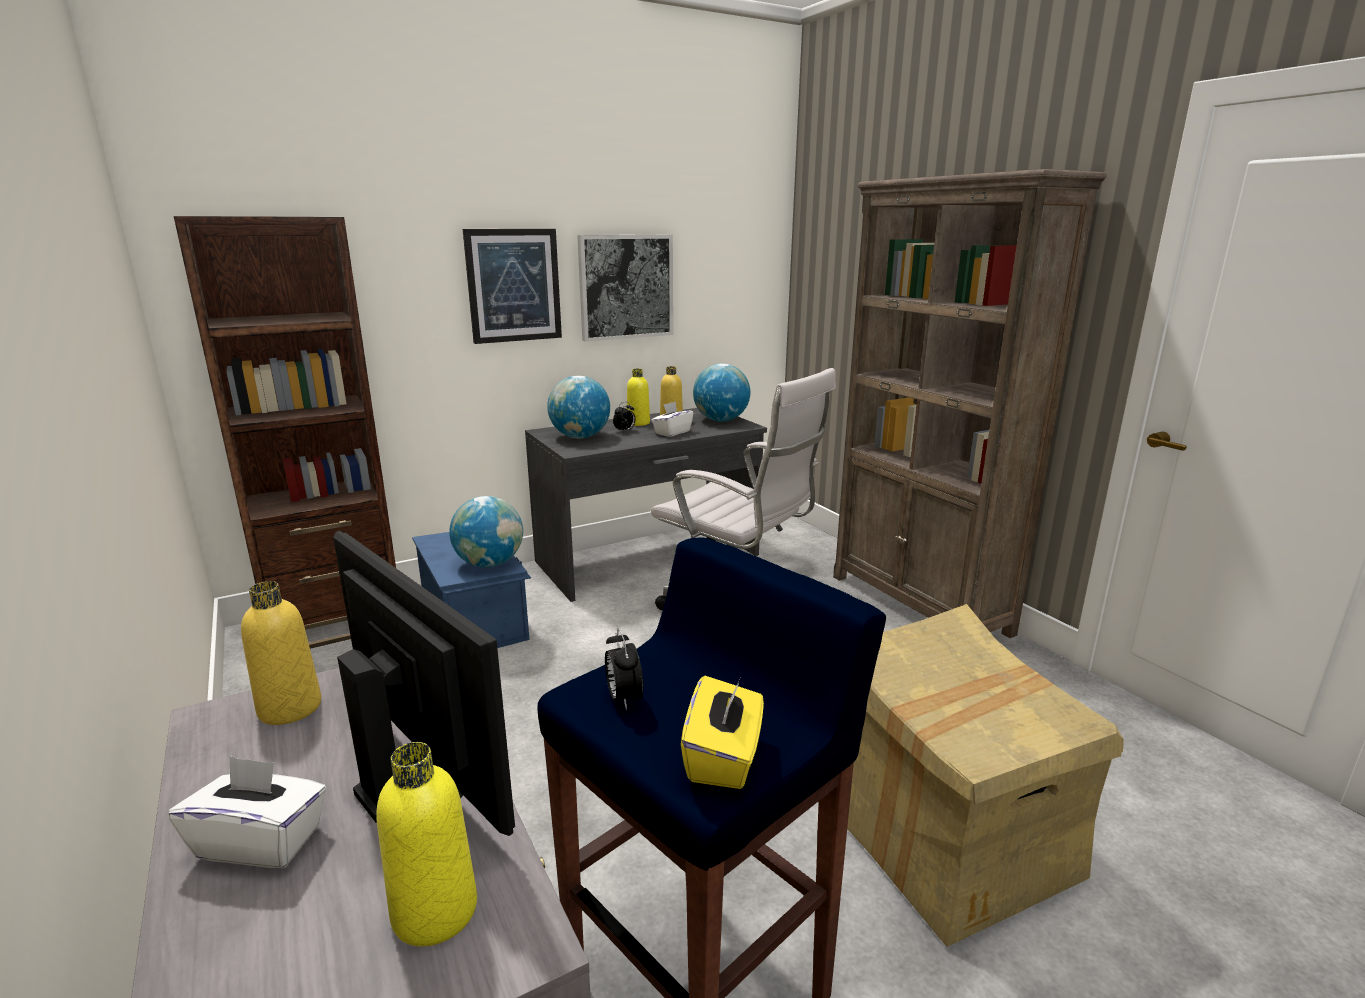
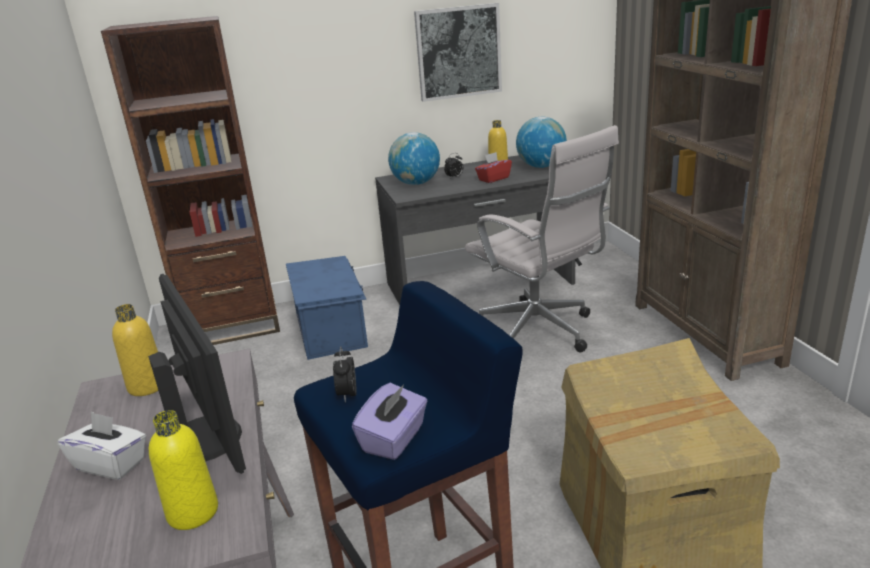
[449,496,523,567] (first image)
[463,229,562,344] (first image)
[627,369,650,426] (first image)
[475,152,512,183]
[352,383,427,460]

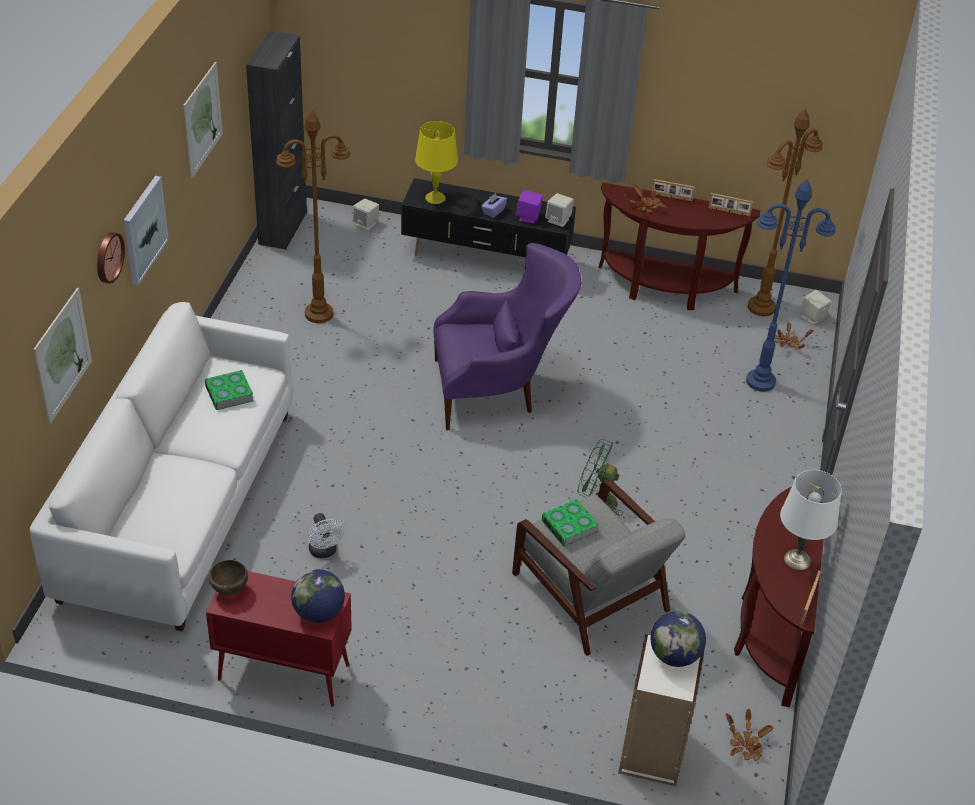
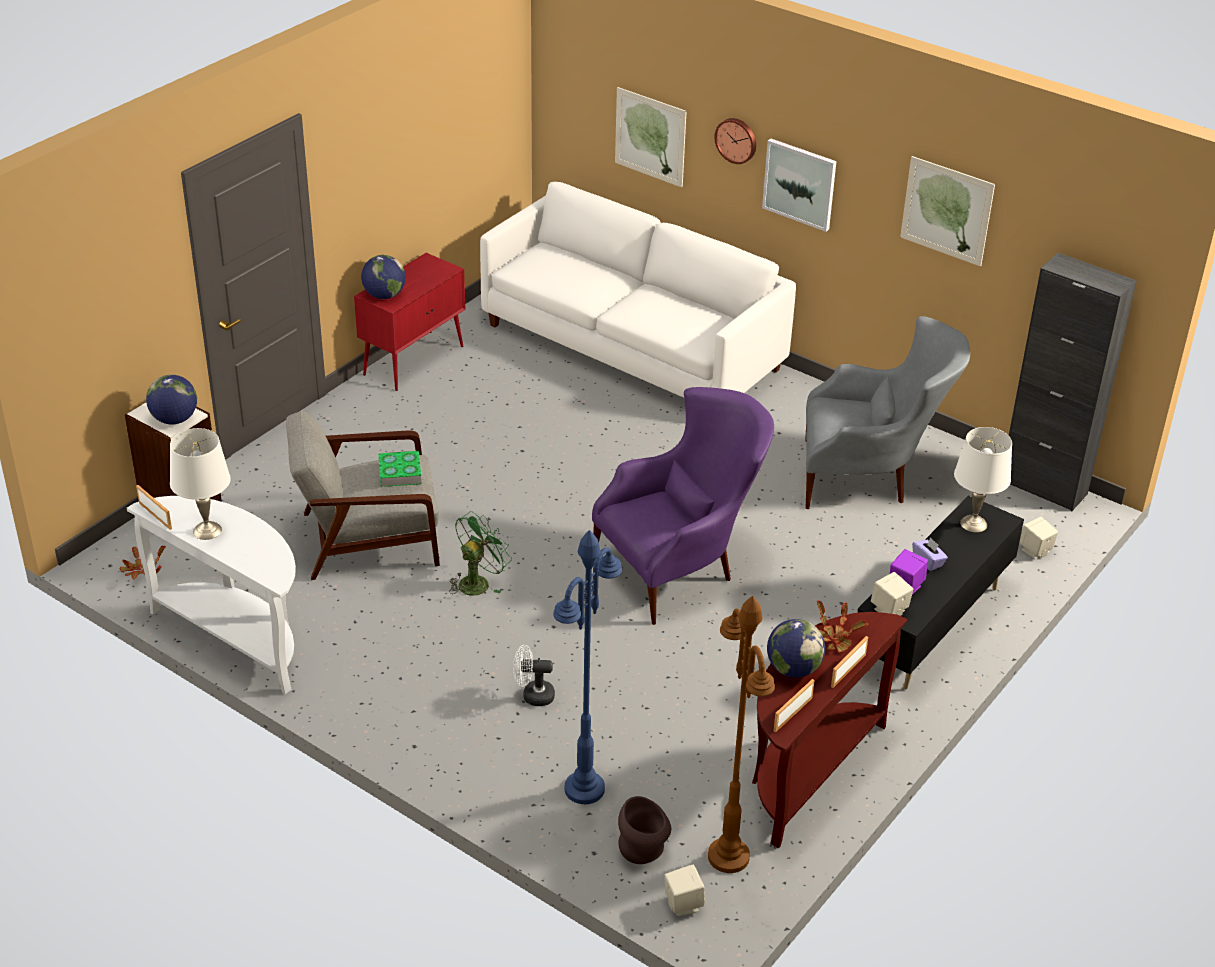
[205,370,254,410] (first image)
[209,560,248,595] (first image)
[805,316,970,509]
[513,645,555,706]
[954,427,1012,532]
[592,387,774,625]
[127,496,296,694]
[618,796,671,864]
[767,619,825,678]

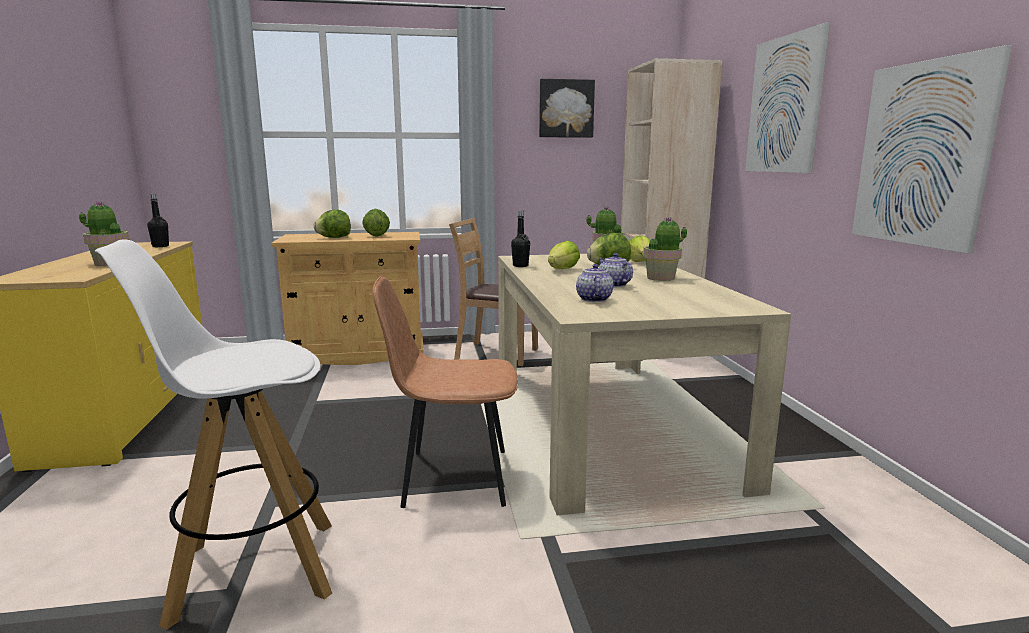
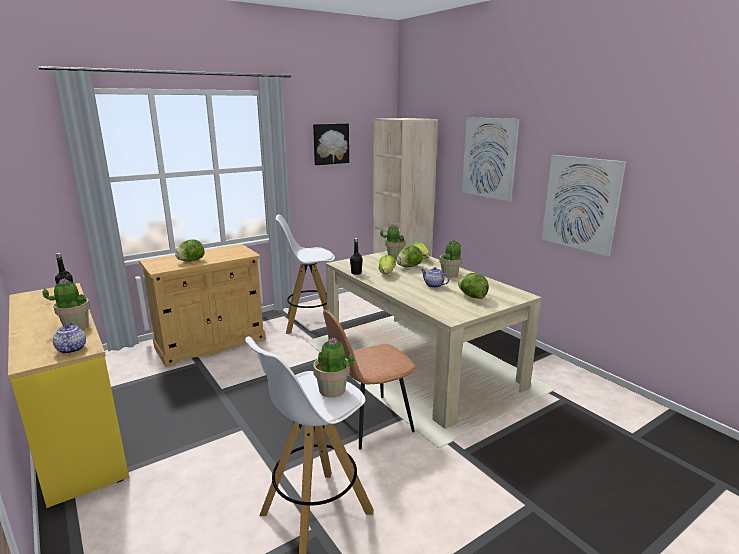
[458,273,489,299]
[275,215,335,334]
[53,322,86,354]
[313,337,354,398]

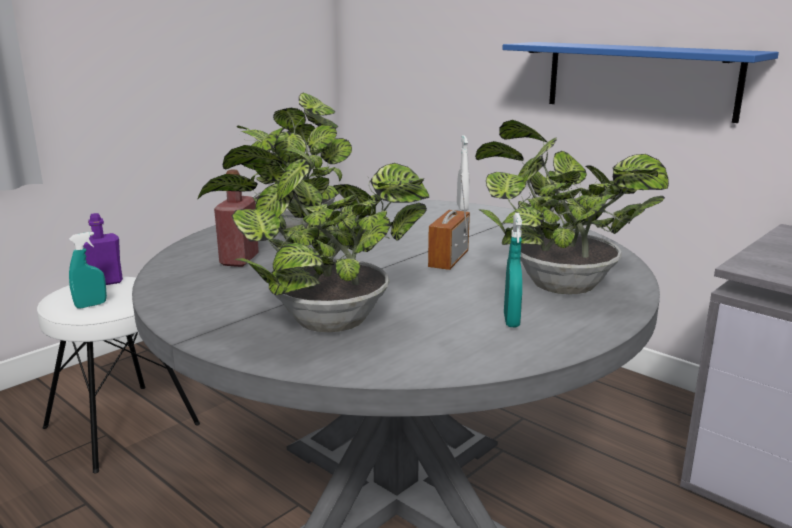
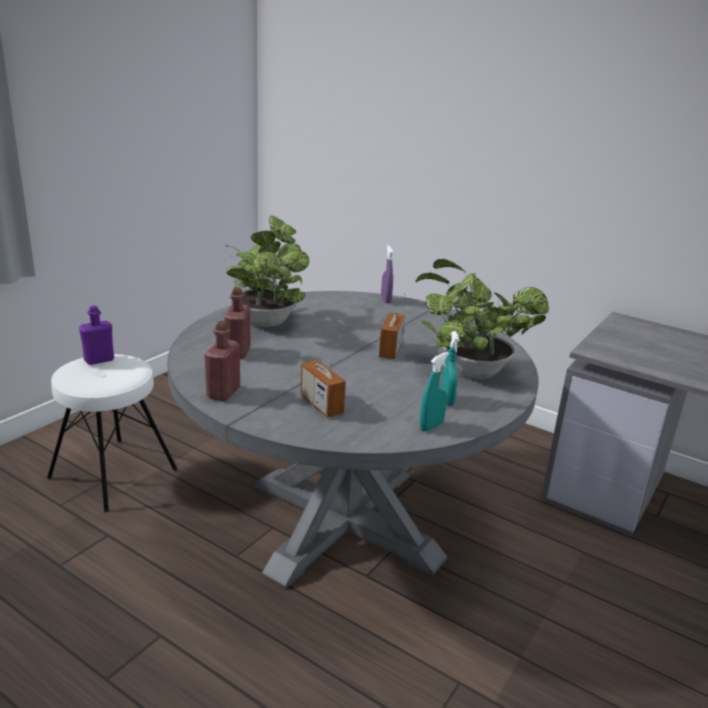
[419,352,449,431]
[301,335,346,417]
[381,245,393,303]
[502,42,779,123] (first image)
[204,321,240,401]

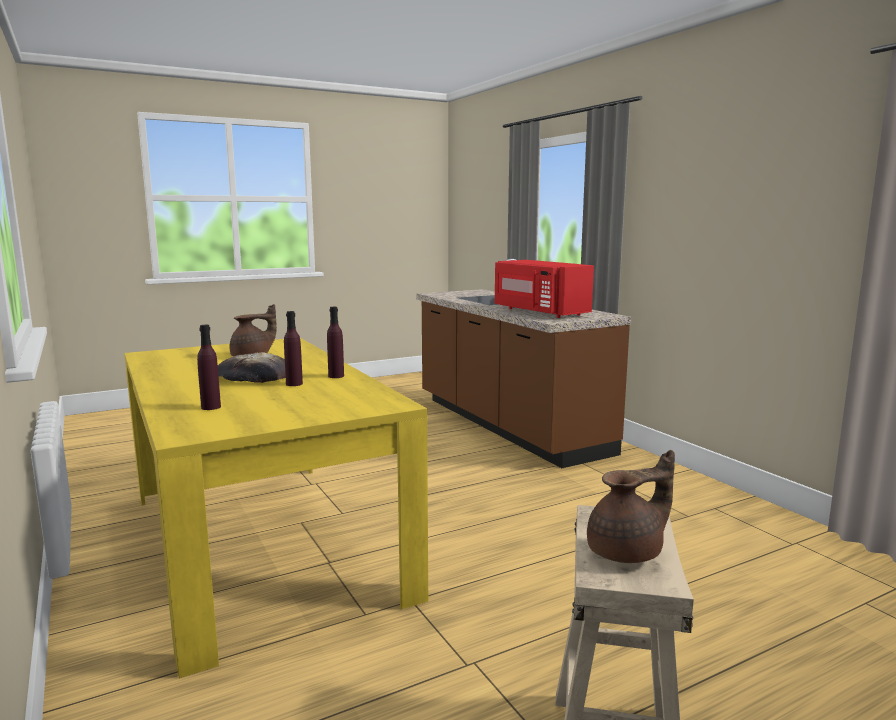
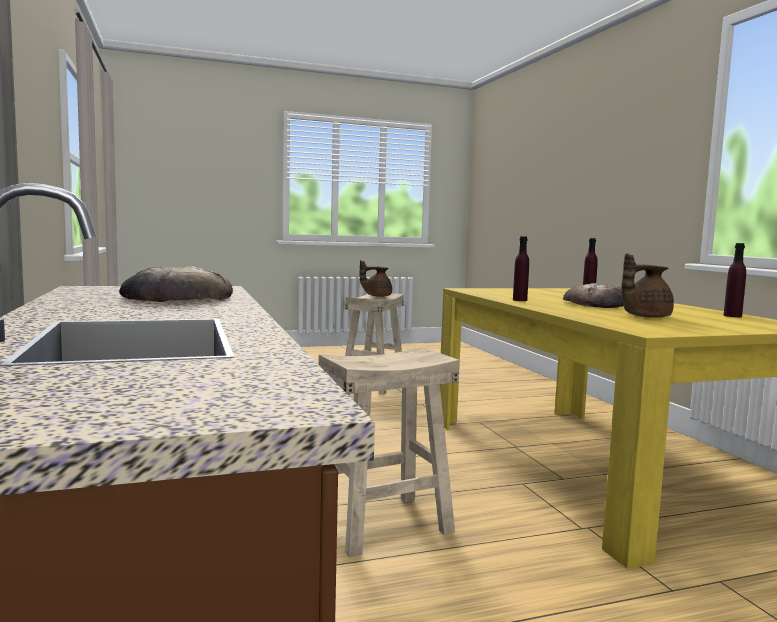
[724,243,746,317]
[119,265,233,302]
[318,347,459,557]

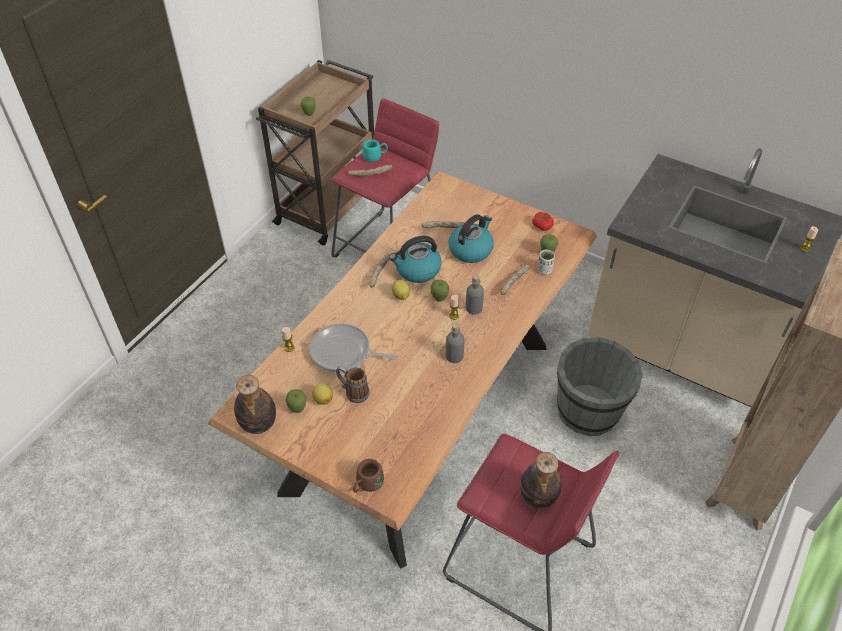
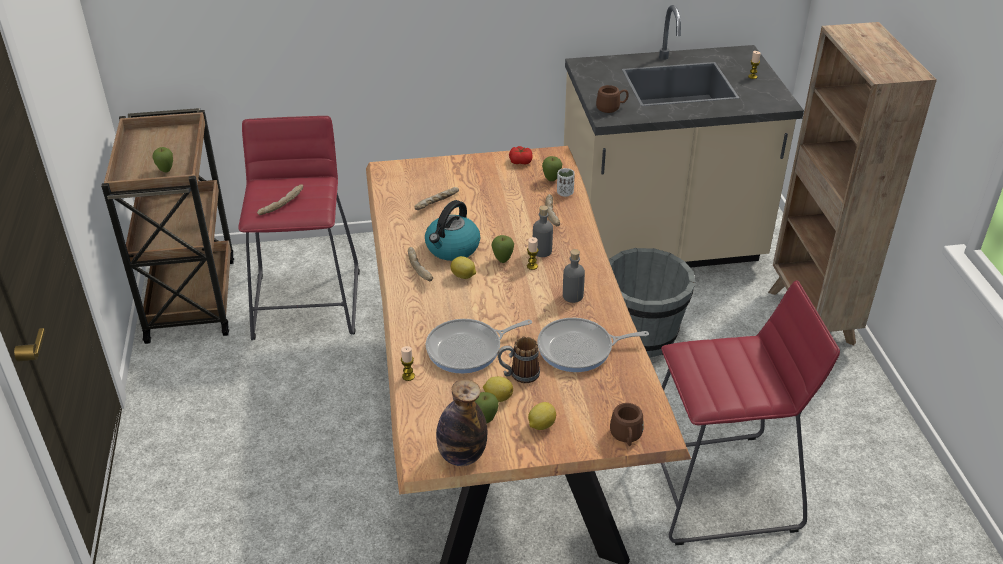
[363,139,388,162] (first image)
[449,214,494,263] (first image)
[520,452,562,509] (first image)
[528,402,556,430]
[537,318,649,372]
[596,85,629,113]

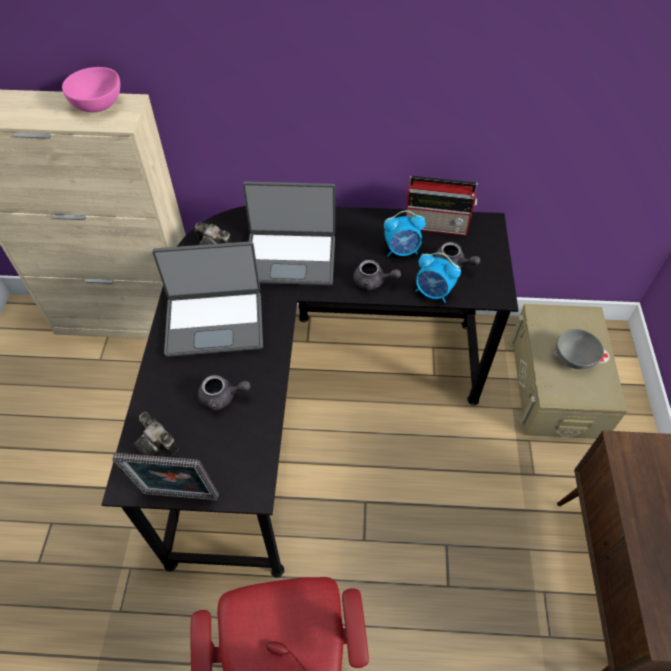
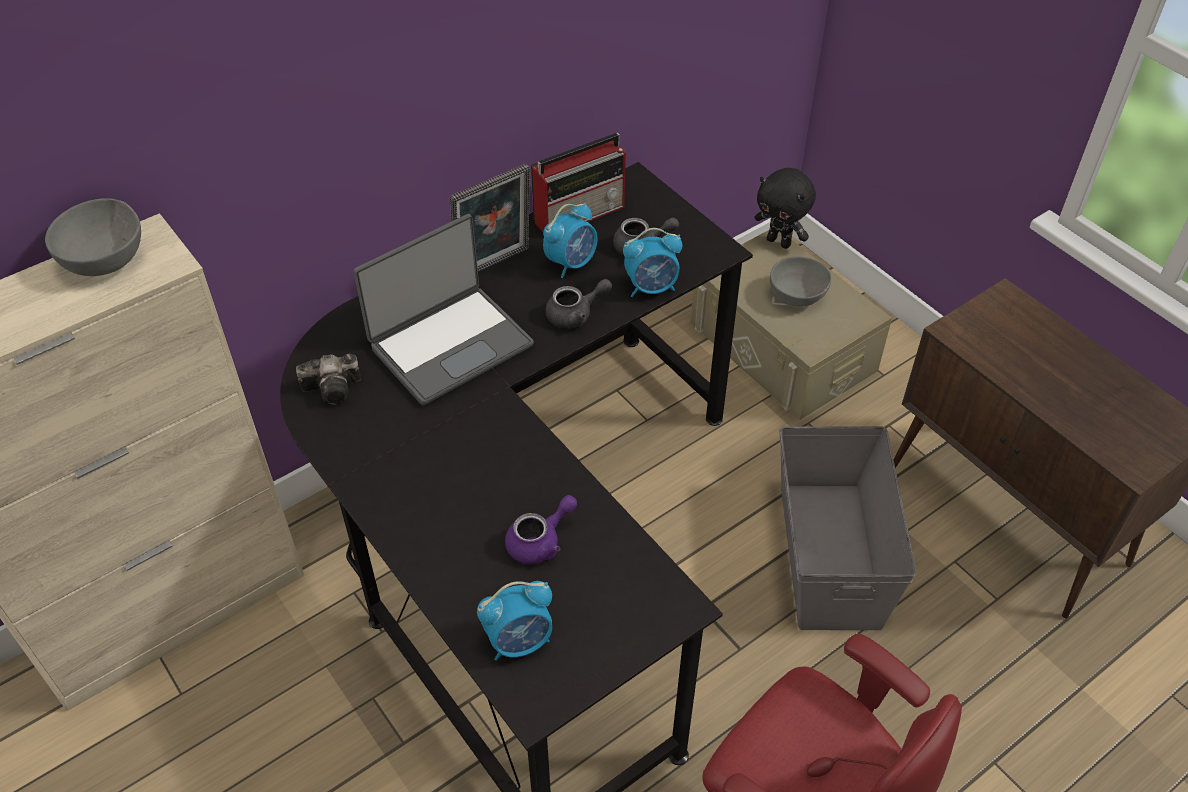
[45,198,141,276]
[450,164,530,272]
[477,581,552,661]
[152,241,263,357] (first image)
[505,495,577,564]
[754,168,816,249]
[779,426,916,630]

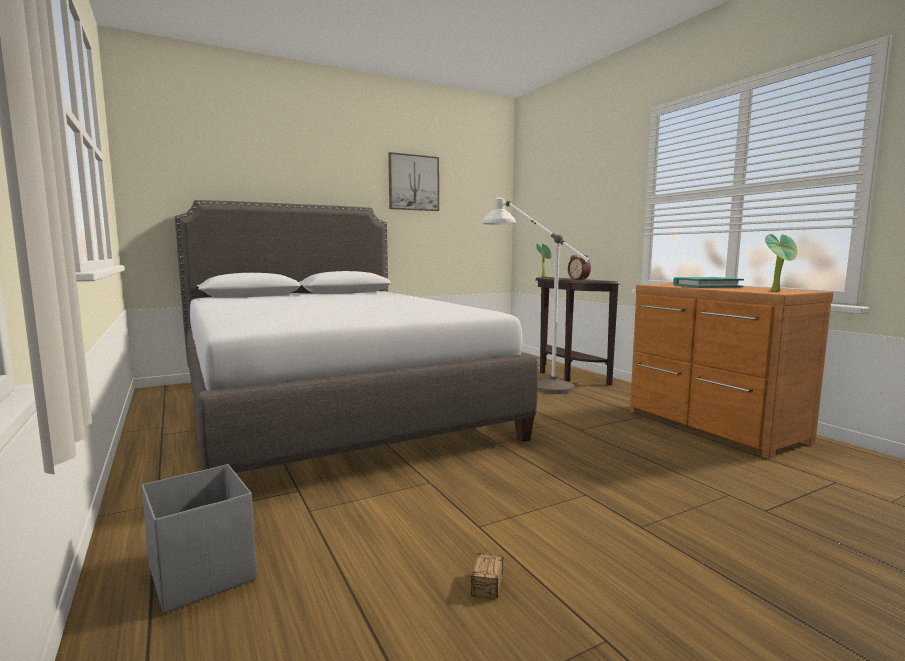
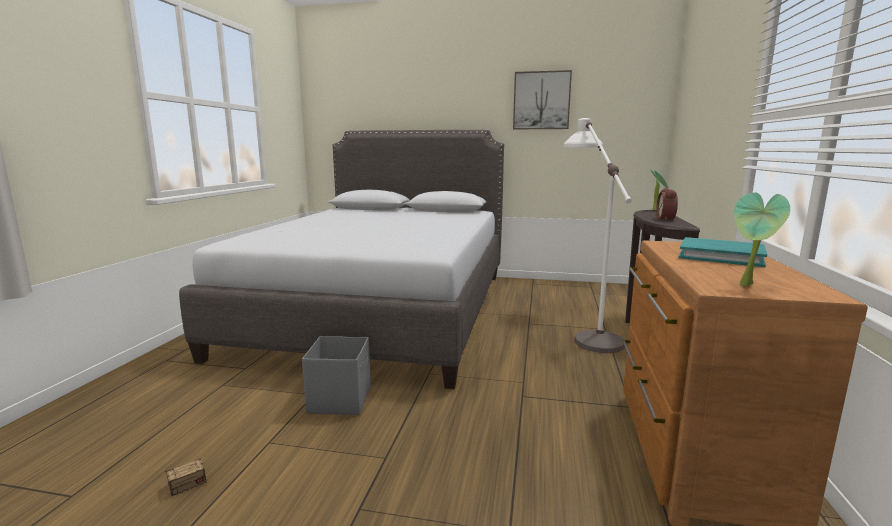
[302,336,371,415]

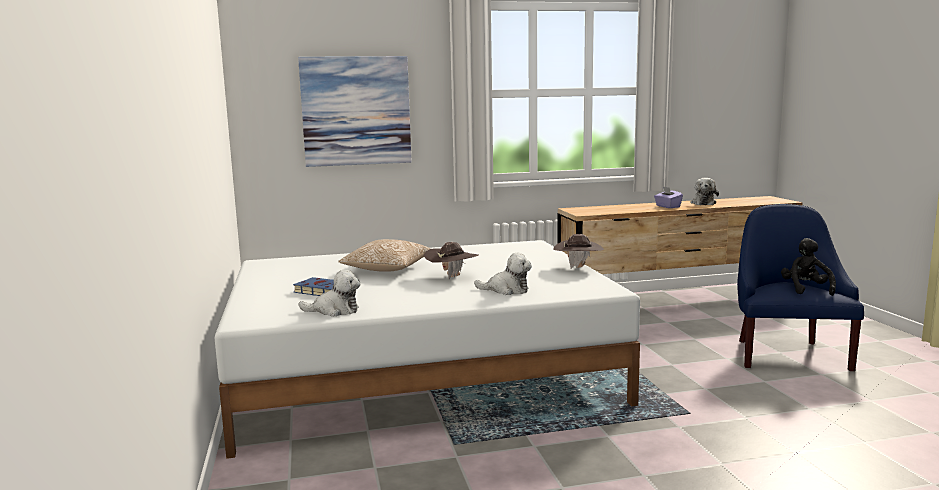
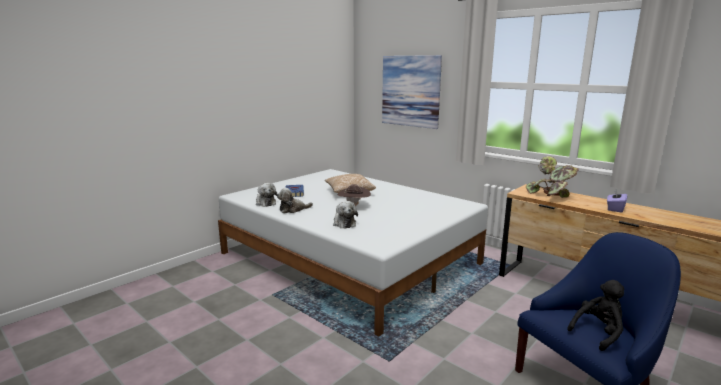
[553,234,604,269] (first image)
[277,188,313,213]
[526,156,579,198]

